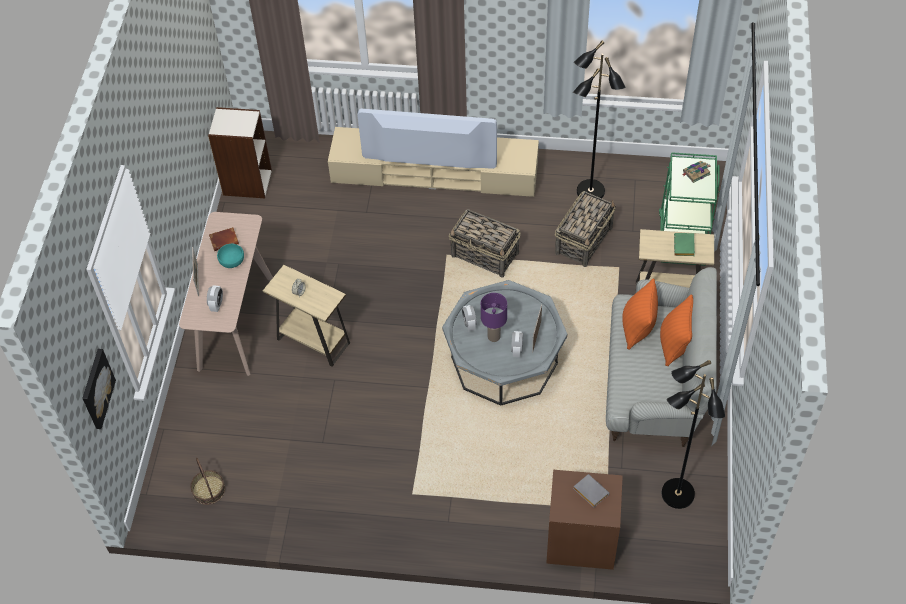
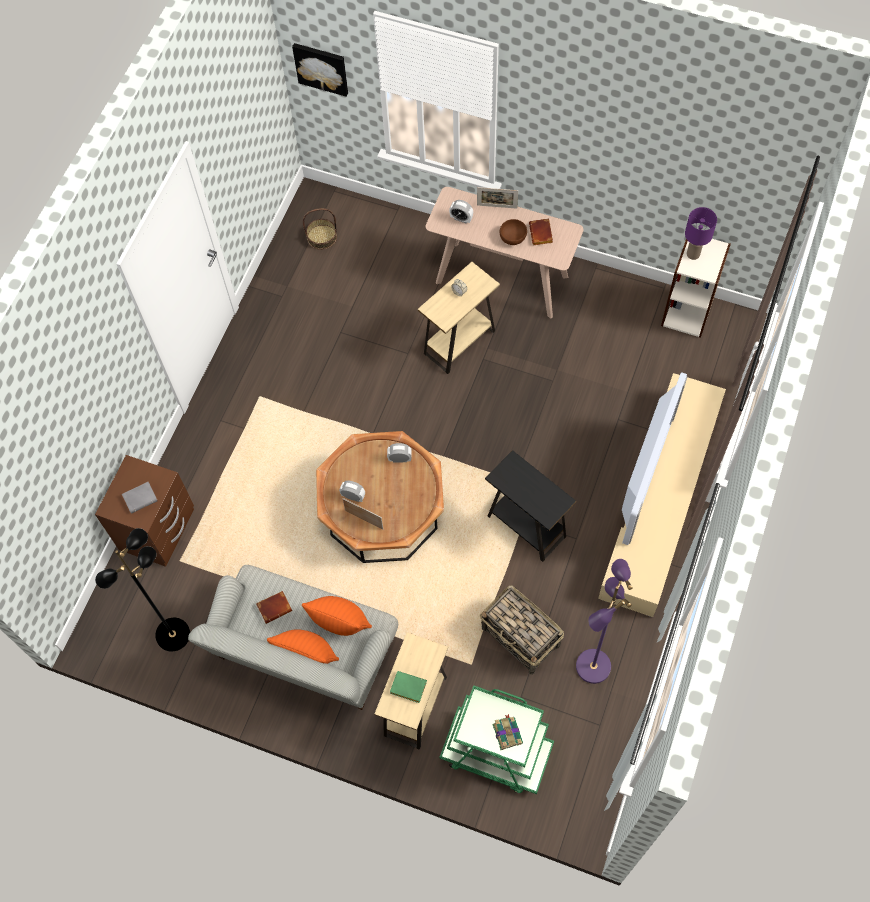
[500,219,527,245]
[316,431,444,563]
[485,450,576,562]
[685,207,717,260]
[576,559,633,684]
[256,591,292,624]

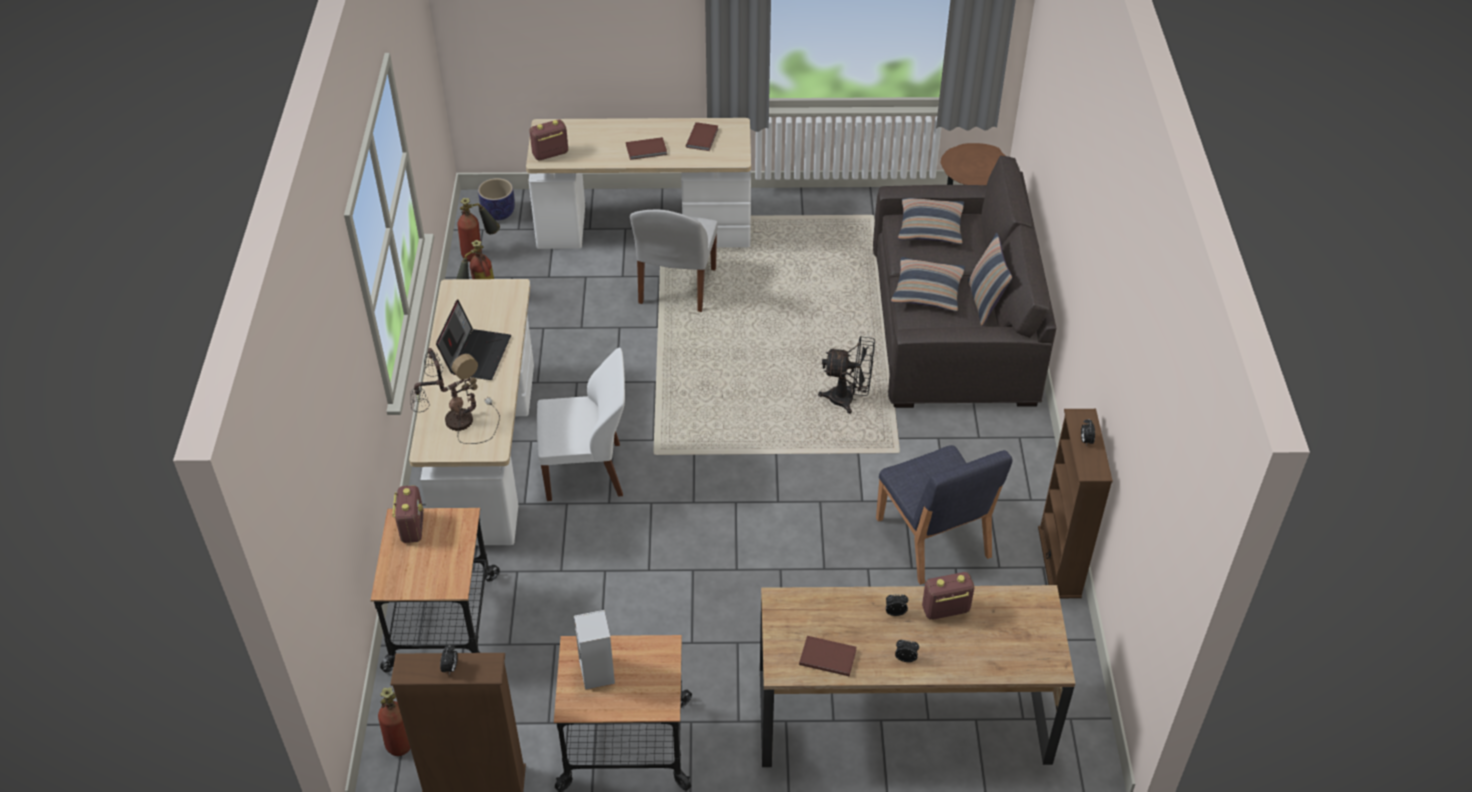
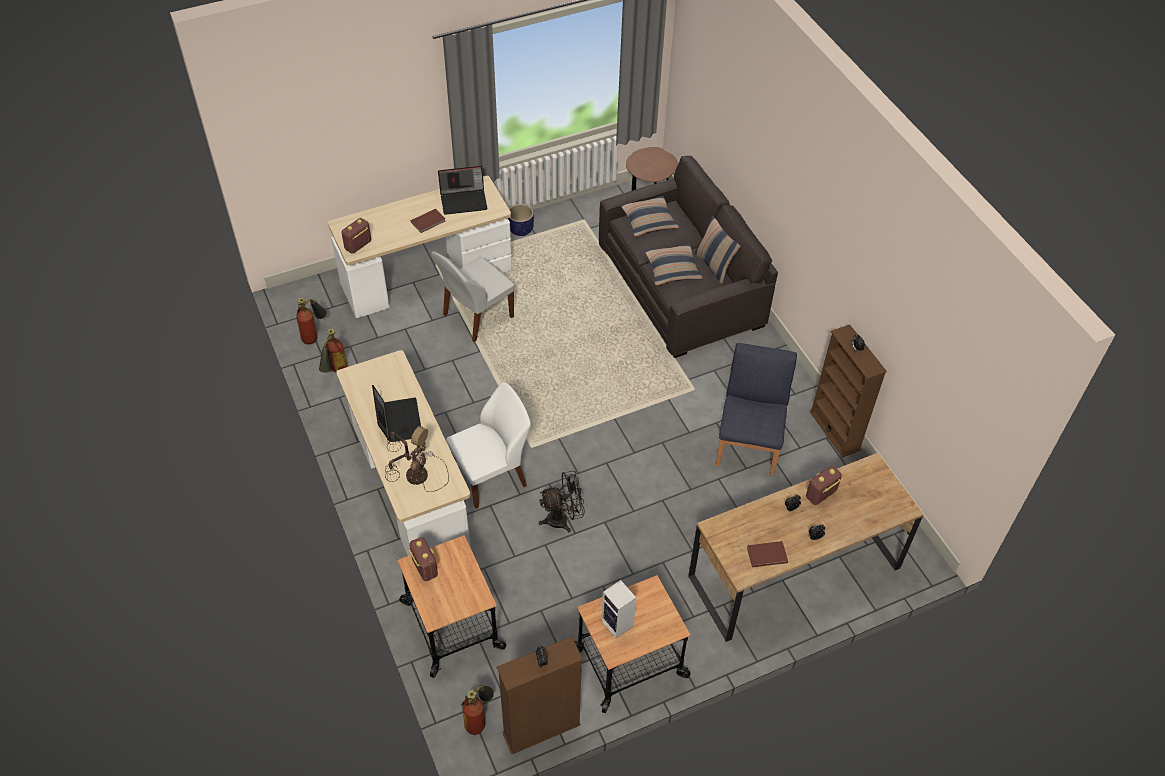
[508,204,534,236]
[431,251,514,342]
[438,166,487,215]
[539,471,585,532]
[716,343,797,476]

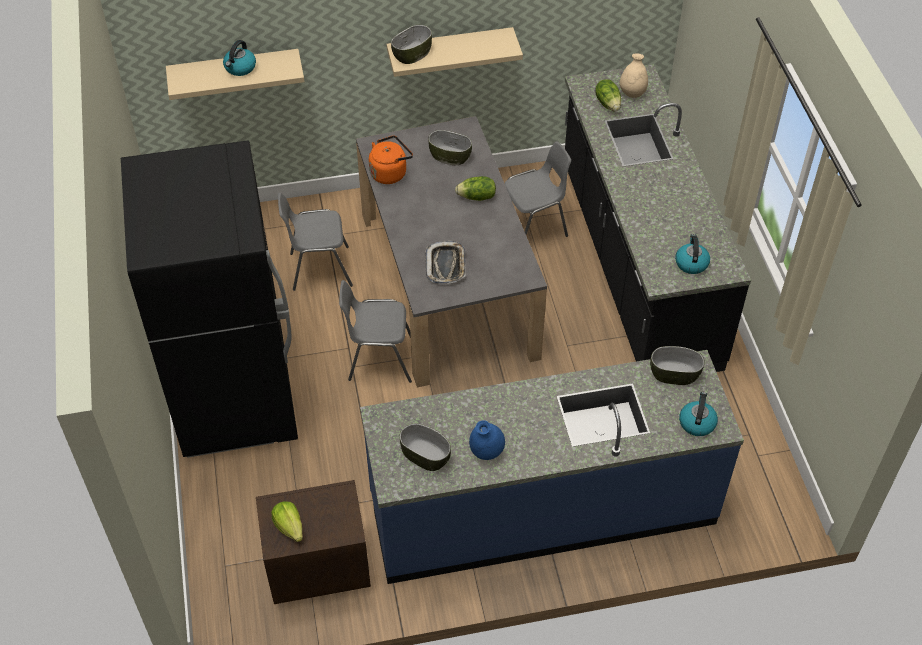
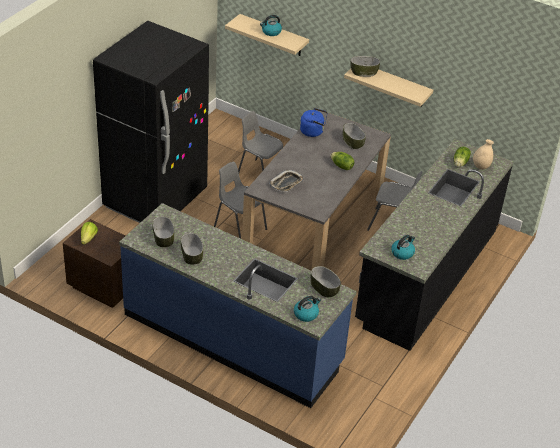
[300,108,327,137]
[181,233,203,264]

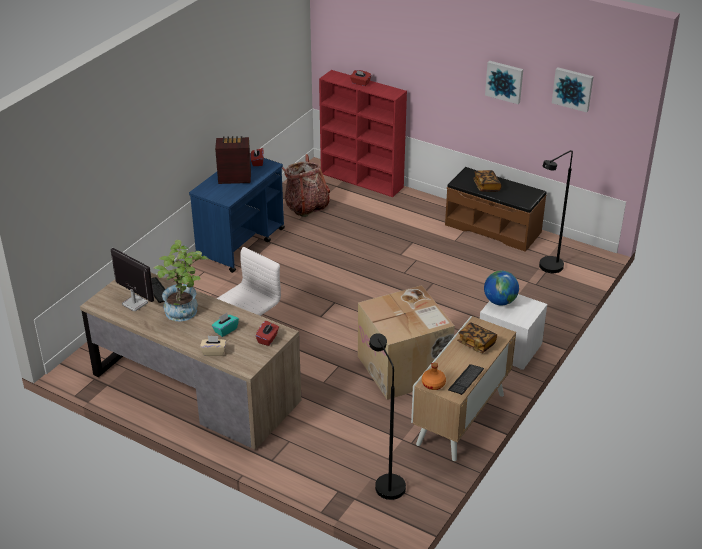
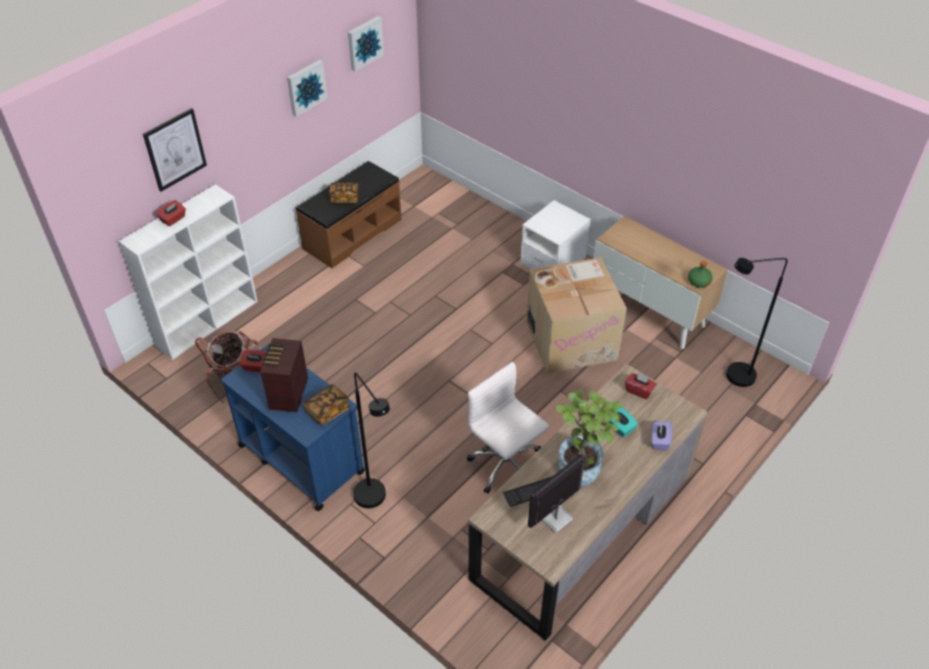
[652,421,672,451]
[119,184,258,360]
[688,261,713,288]
[448,364,484,395] (first image)
[302,384,350,425]
[484,271,519,305] (first image)
[353,372,390,508]
[143,108,207,192]

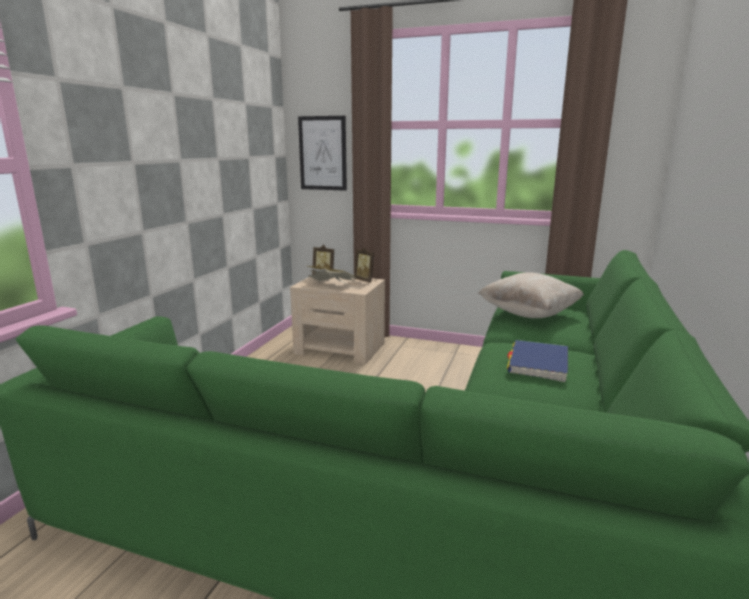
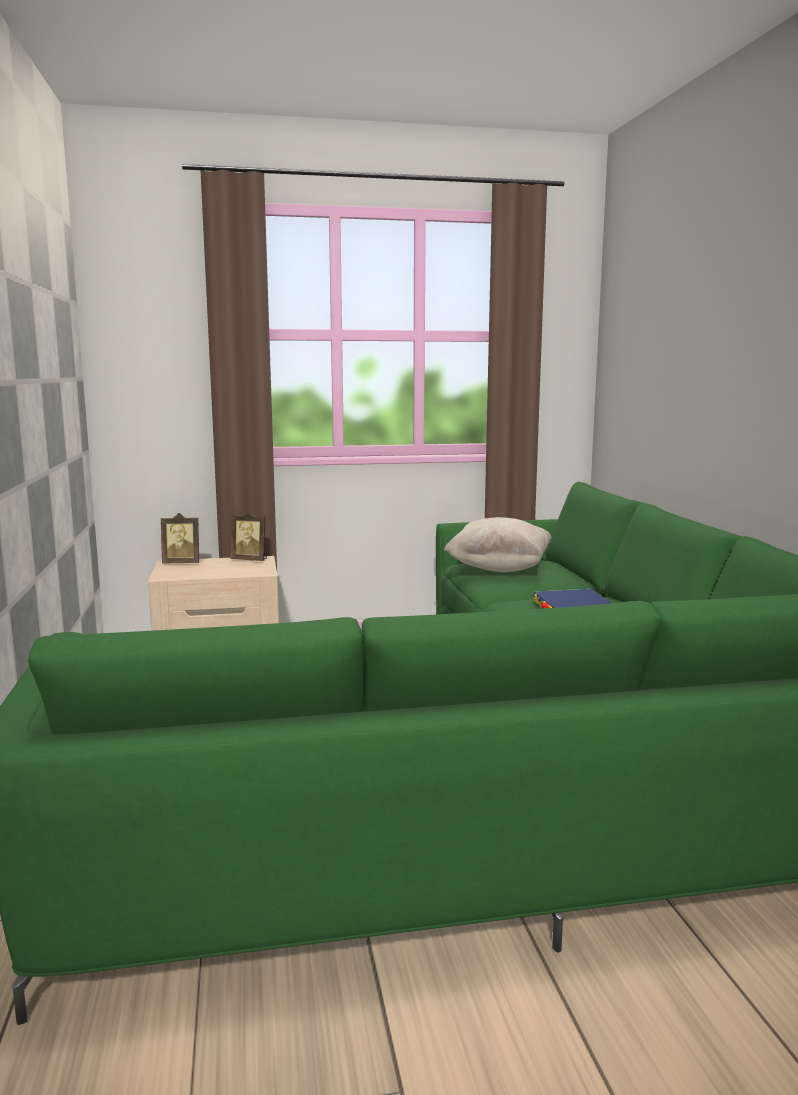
[298,116,347,191] (first image)
[307,266,356,285] (first image)

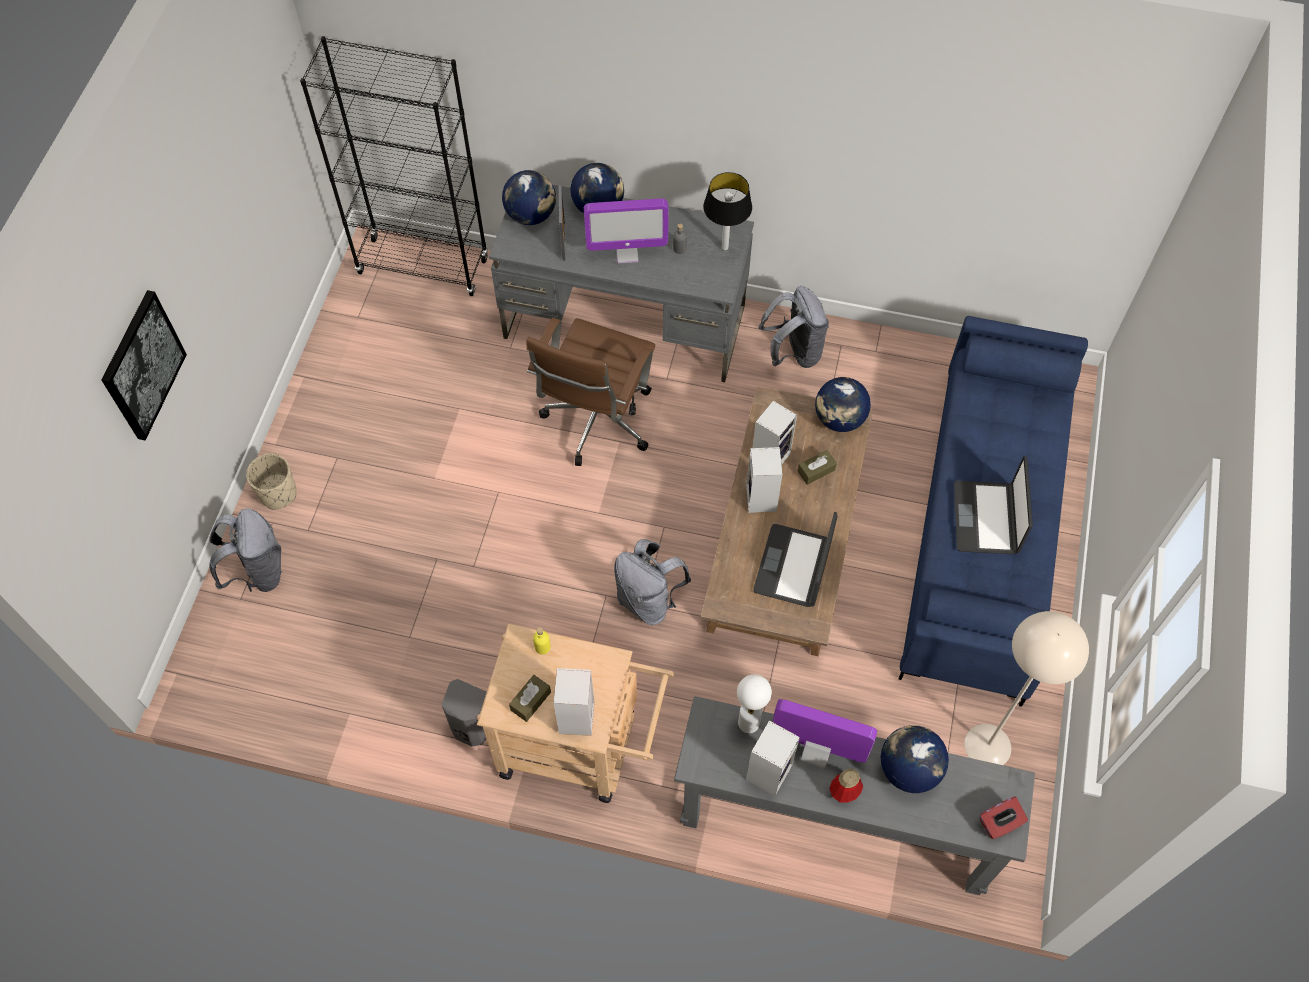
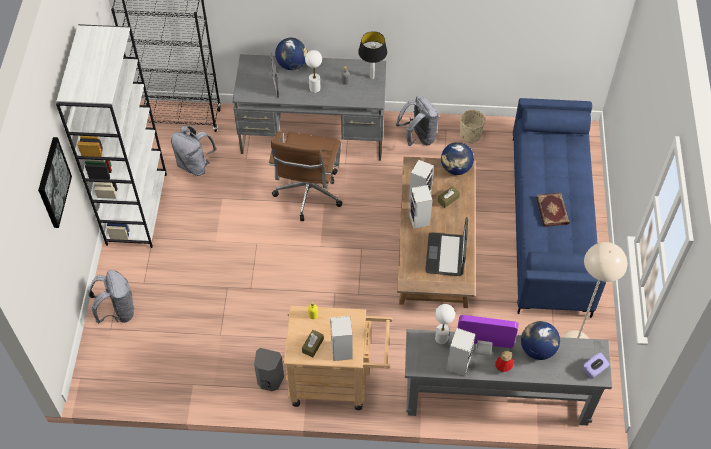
[460,110,485,143]
[502,170,556,225] (first image)
[305,50,322,93]
[171,126,217,176]
[536,193,569,227]
[583,352,610,379]
[56,24,167,248]

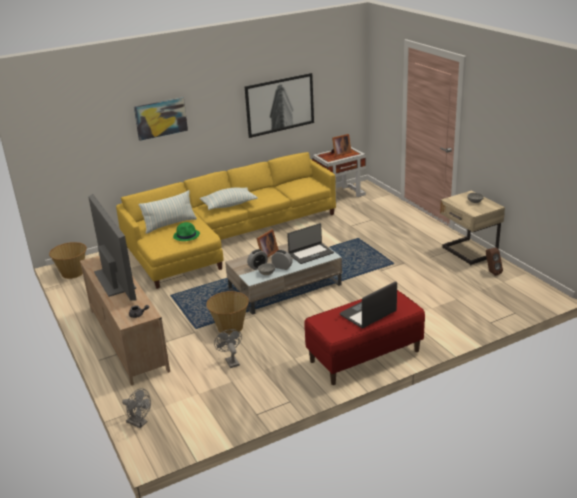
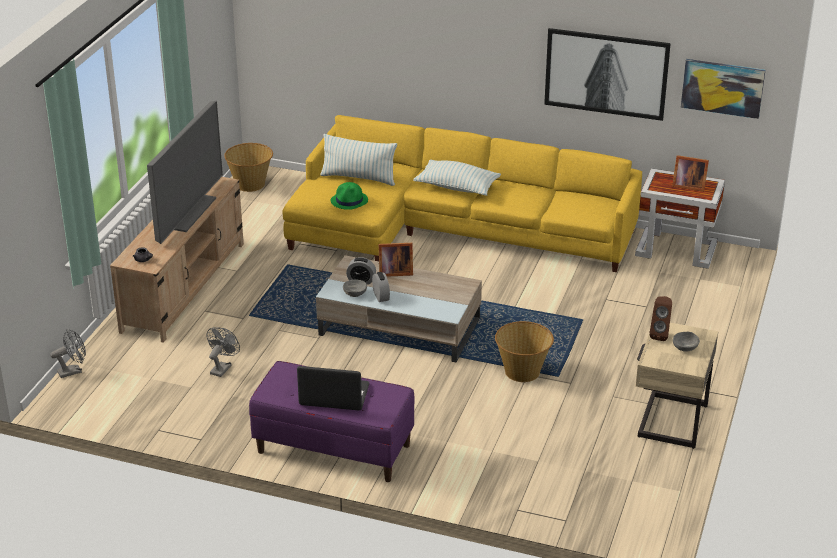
[50,329,86,378]
[681,59,765,119]
[495,321,554,382]
[287,223,334,264] (first image)
[249,361,414,482]
[649,296,672,341]

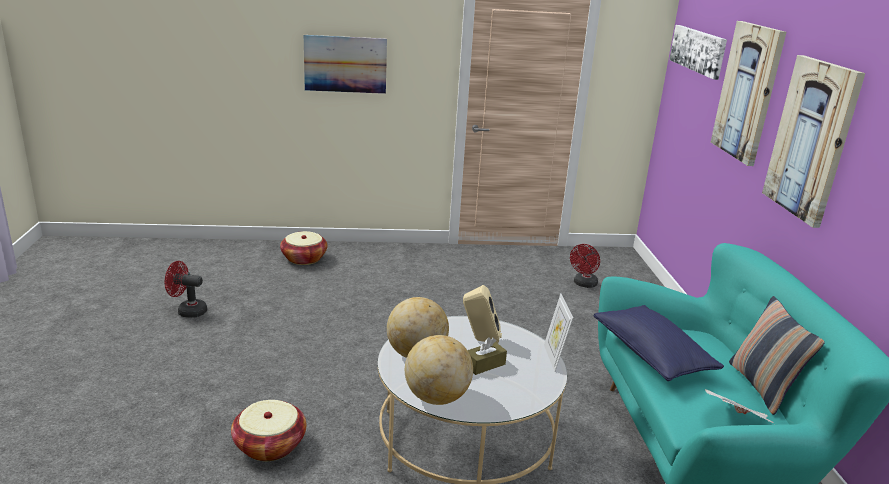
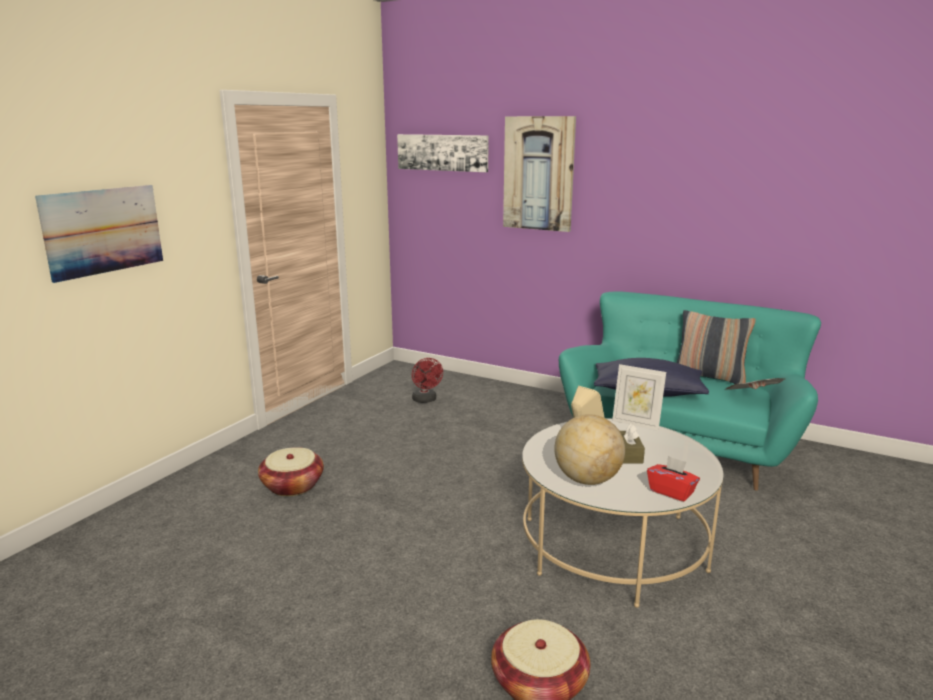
[165,261,207,318] (first image)
[258,447,324,496]
[647,456,700,502]
[762,55,865,228] (first image)

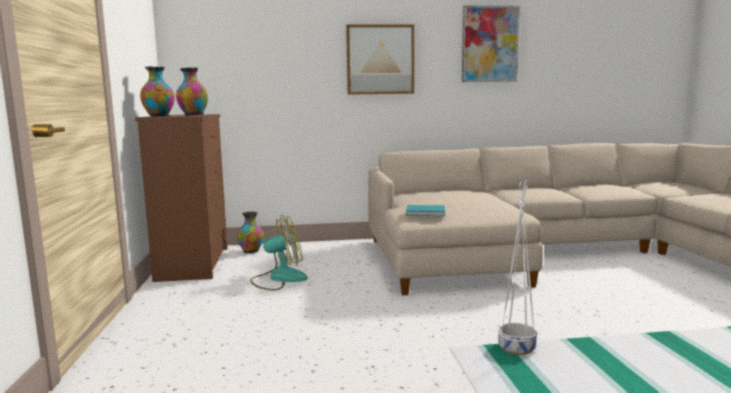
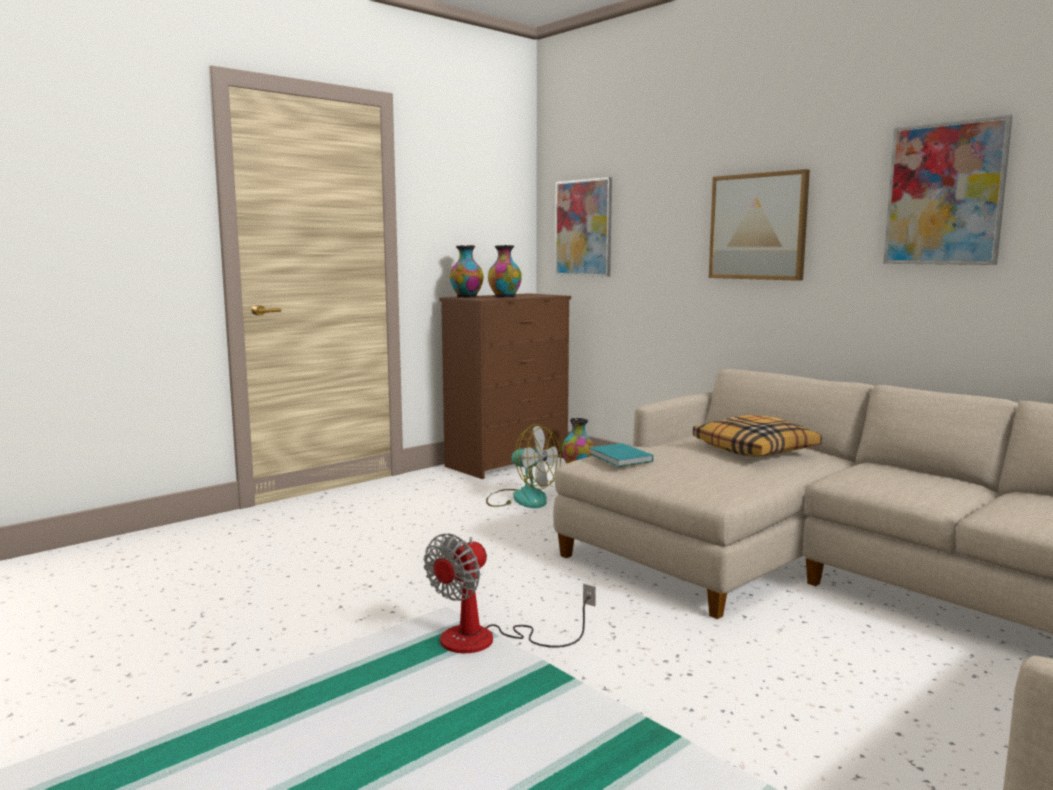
[424,533,596,653]
[555,177,612,277]
[693,415,822,457]

